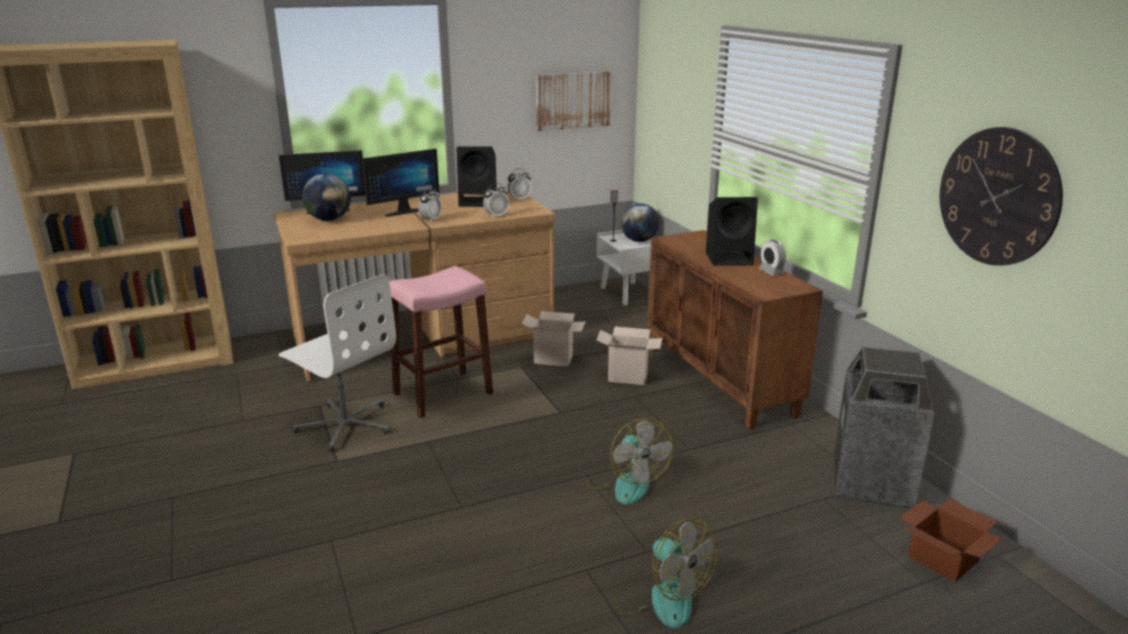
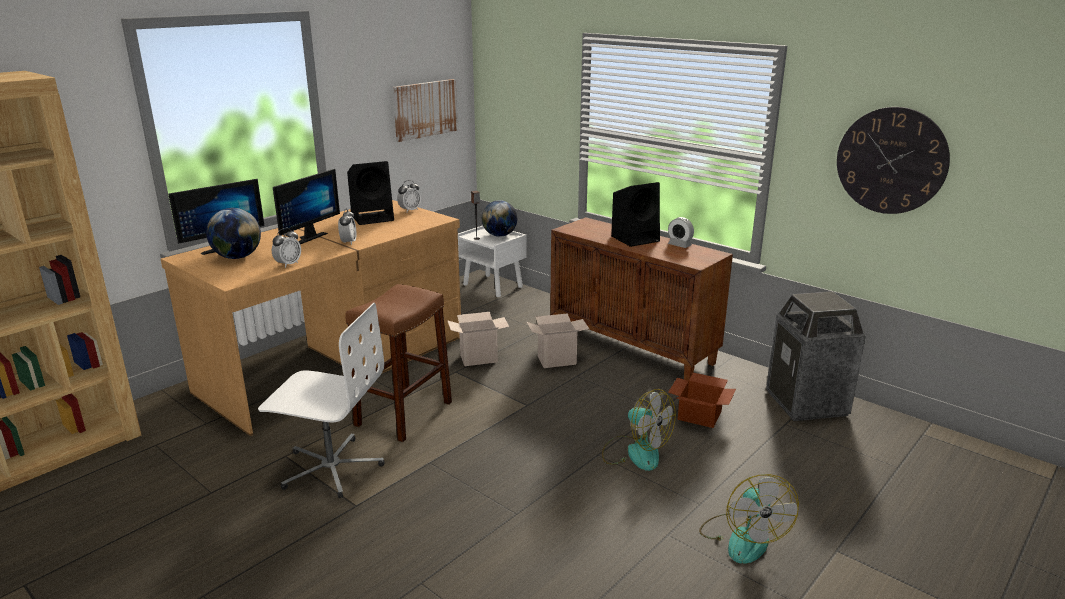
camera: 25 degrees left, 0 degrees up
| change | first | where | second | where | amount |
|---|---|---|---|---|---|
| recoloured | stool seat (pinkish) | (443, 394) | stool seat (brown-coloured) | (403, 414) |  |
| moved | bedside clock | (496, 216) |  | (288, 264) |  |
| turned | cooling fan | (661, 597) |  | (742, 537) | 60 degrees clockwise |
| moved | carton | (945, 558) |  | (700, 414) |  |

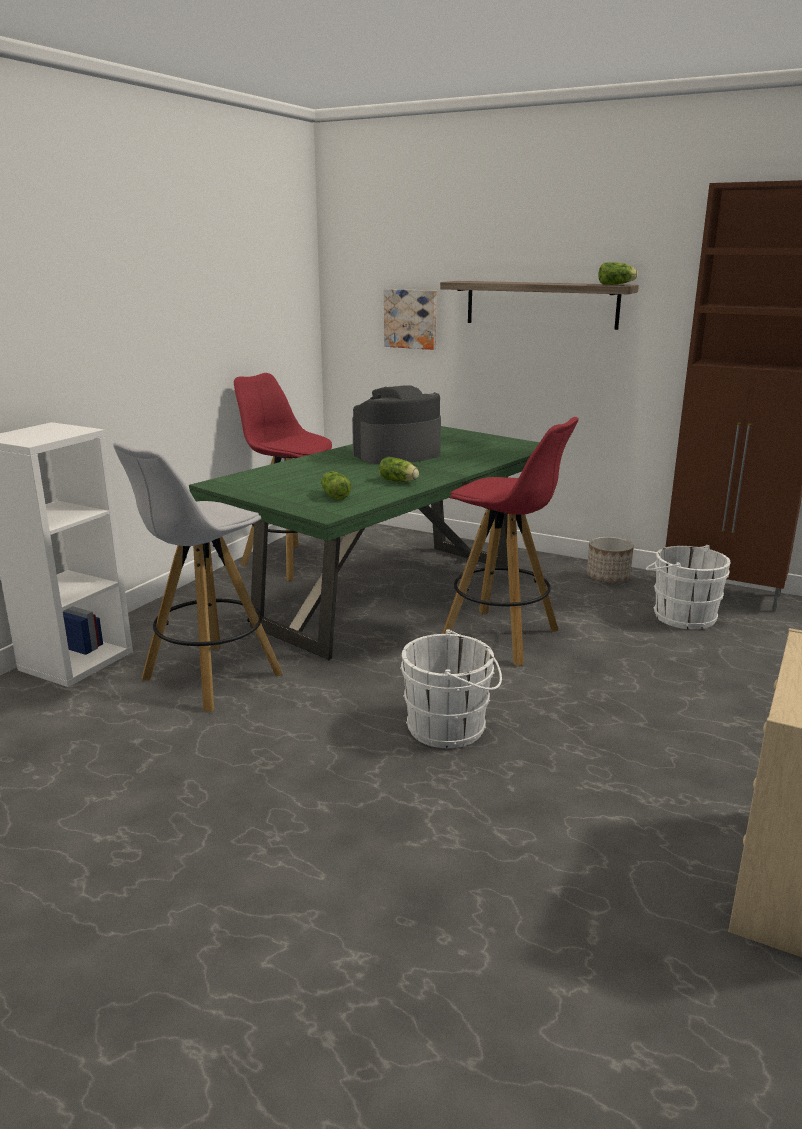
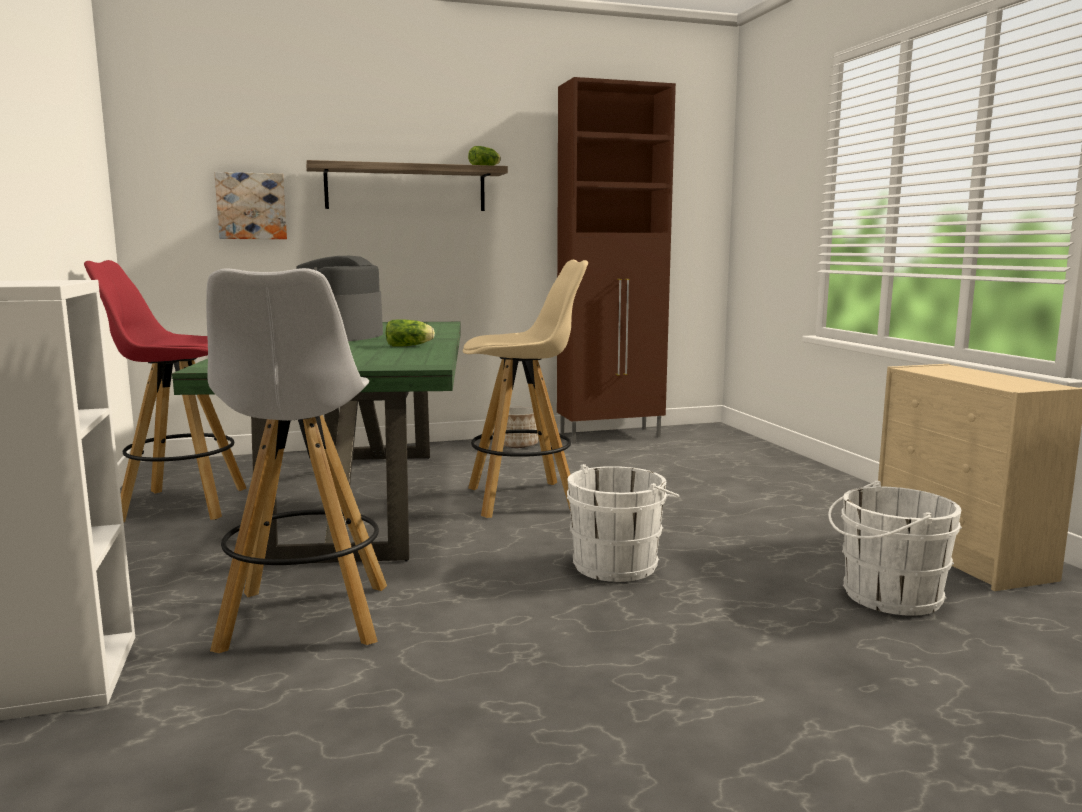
camera: 45 degrees left, 10 degrees down
| change | first | where | second | where | amount |
|---|---|---|---|---|---|
| removed | lettuce | (334, 495) |  |  |  |
| recoloured | stool seat (red-coloured) | (502, 638) | stool seat (beige-coloured) | (524, 499) |  |
| moved | water bucket (white-coloured) | (680, 616) |  | (885, 596) |  |

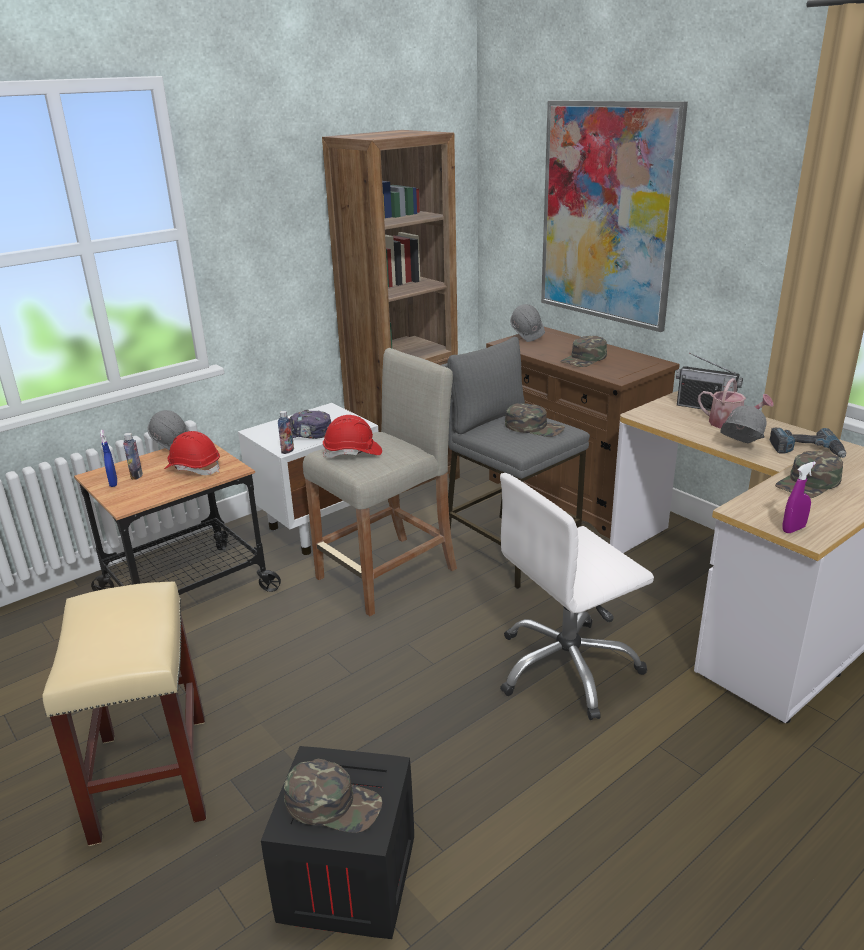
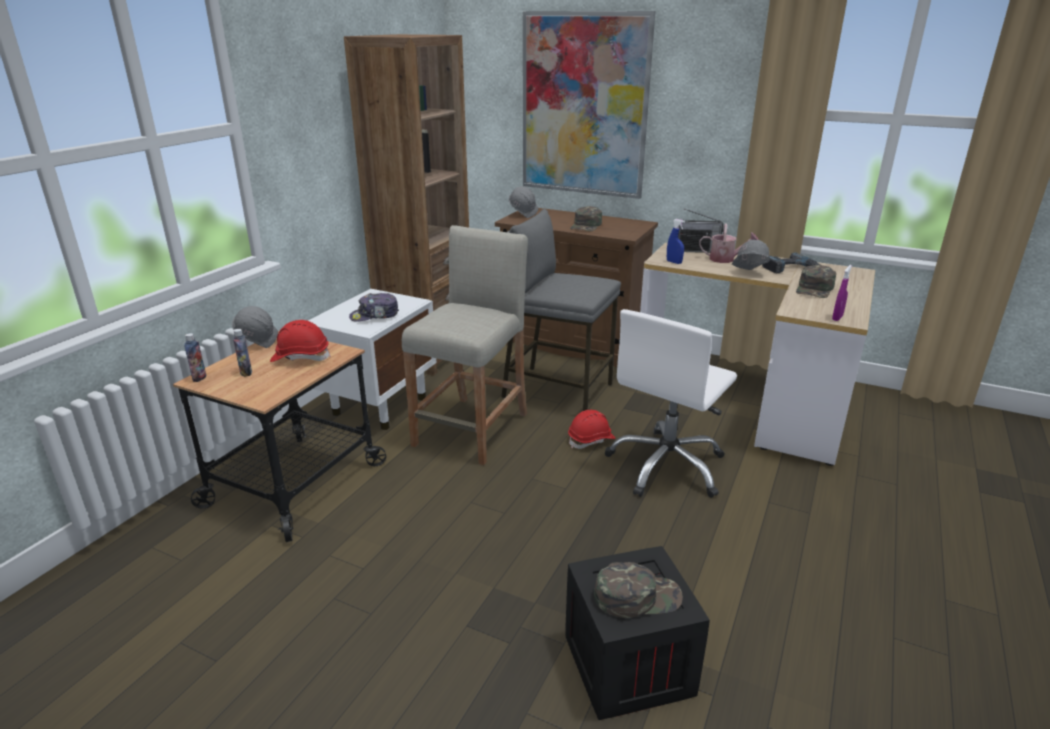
camera: 25 degrees left, 0 degrees up
| change | first | where | second | where | amount |
|---|---|---|---|---|---|
| removed | stool seat (beige-coloured) | (150, 775) |  |  |  |
| moved | hand sprayer (bluish) | (113, 483) |  | (674, 262) |  |
| moved | drink bottle | (287, 451) |  | (199, 378) |  |
| moved | work helmet (red-coloured) | (353, 453) |  | (591, 440) |  |
| removed | cap (greenish) | (534, 427) |  |  |  |

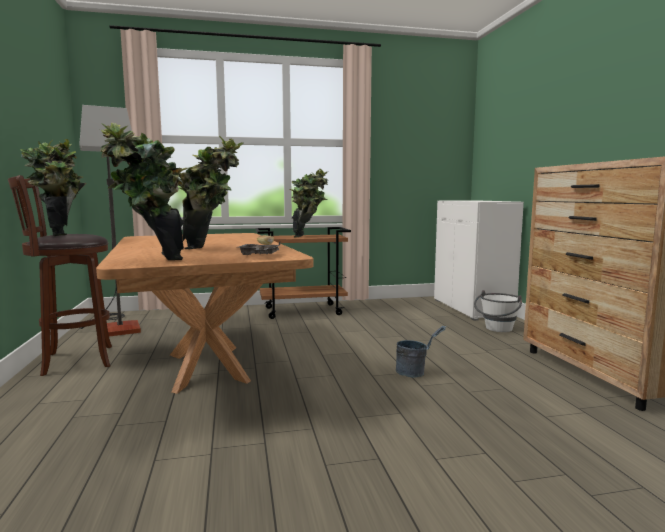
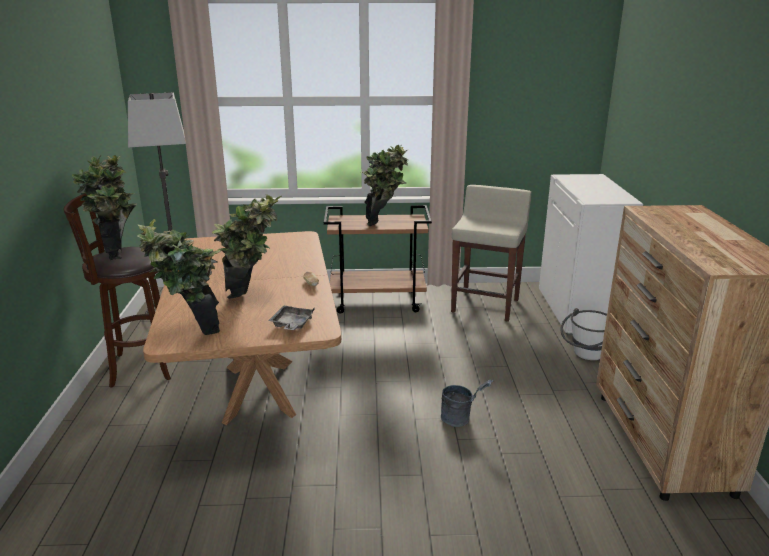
camera: 10 degrees right, 15 degrees up
| change | first | where | second | where | amount |
|---|---|---|---|---|---|
| added |  |  | stool seat (beige-coloured) | (486, 305) |  |

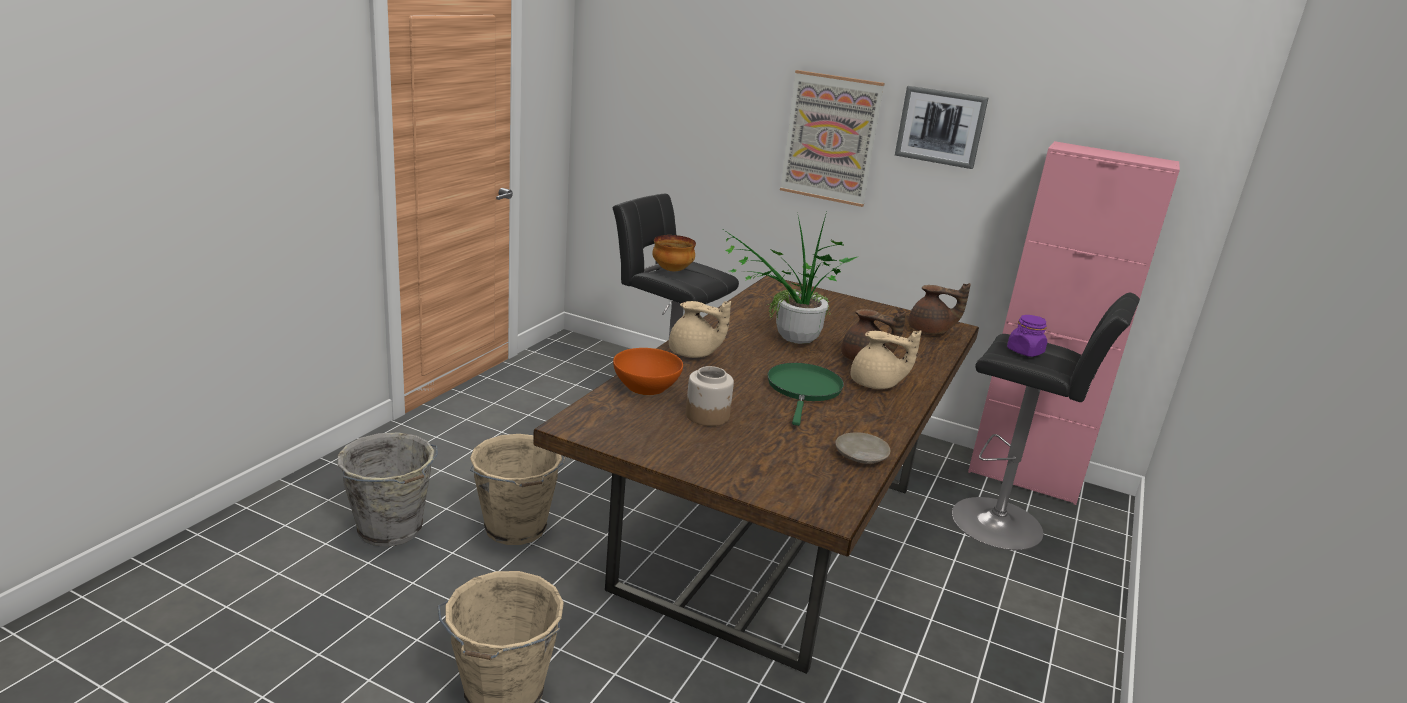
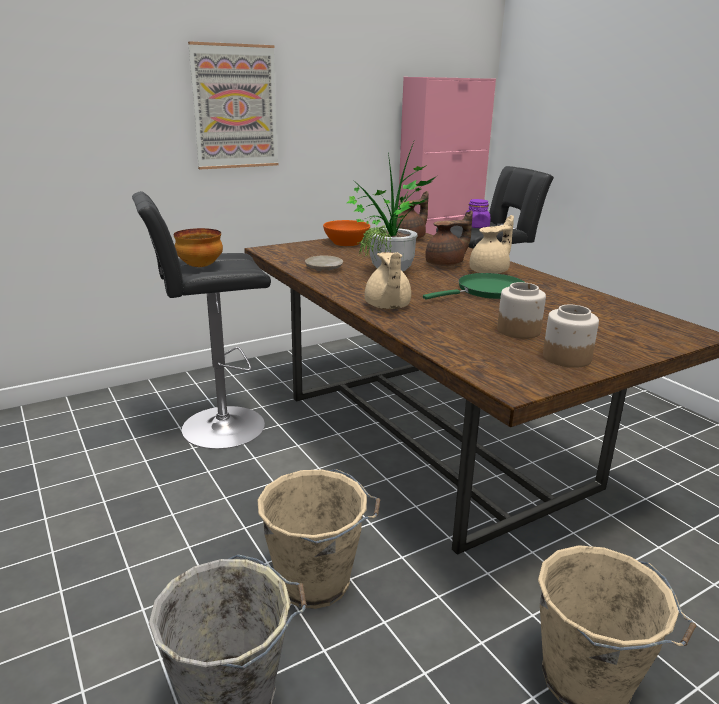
camera: 55 degrees left, 0 degrees up
| change | first | where | second | where | amount |
|---|---|---|---|---|---|
| moved | deep dish (orange) | (646, 386) |  | (346, 243) |  |
| turned | tea pot (beige-coloured) | (693, 354) |  | (387, 306) | 120 degrees clockwise |
| turned | frying pan (greenish) | (803, 390) |  | (487, 291) | 105 degrees clockwise |
| moved | plate (beige-coloured) | (860, 456) |  | (324, 269) |  |
| removed | picture | (940, 127) |  |  |  |
| added |  |  | storage jar | (566, 358) |  |

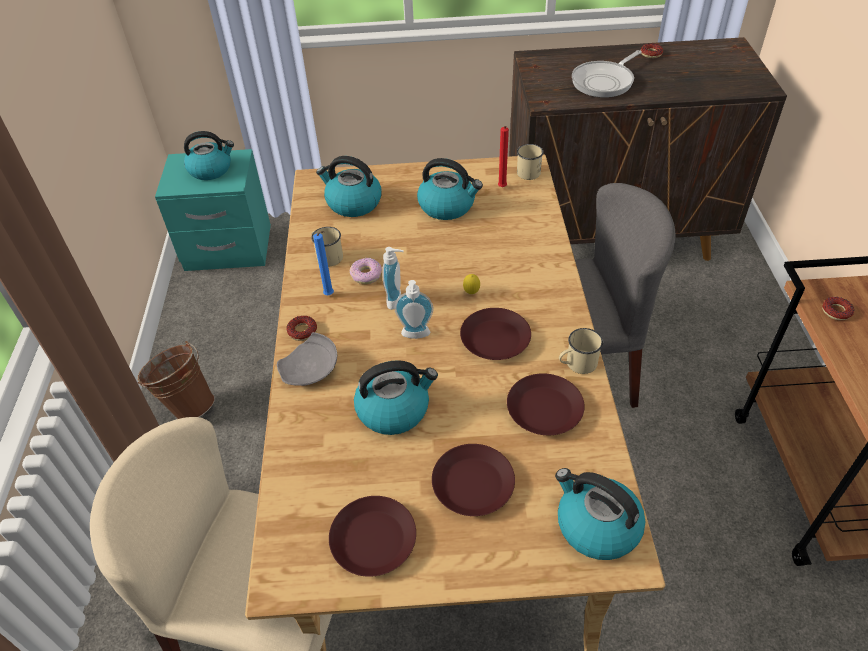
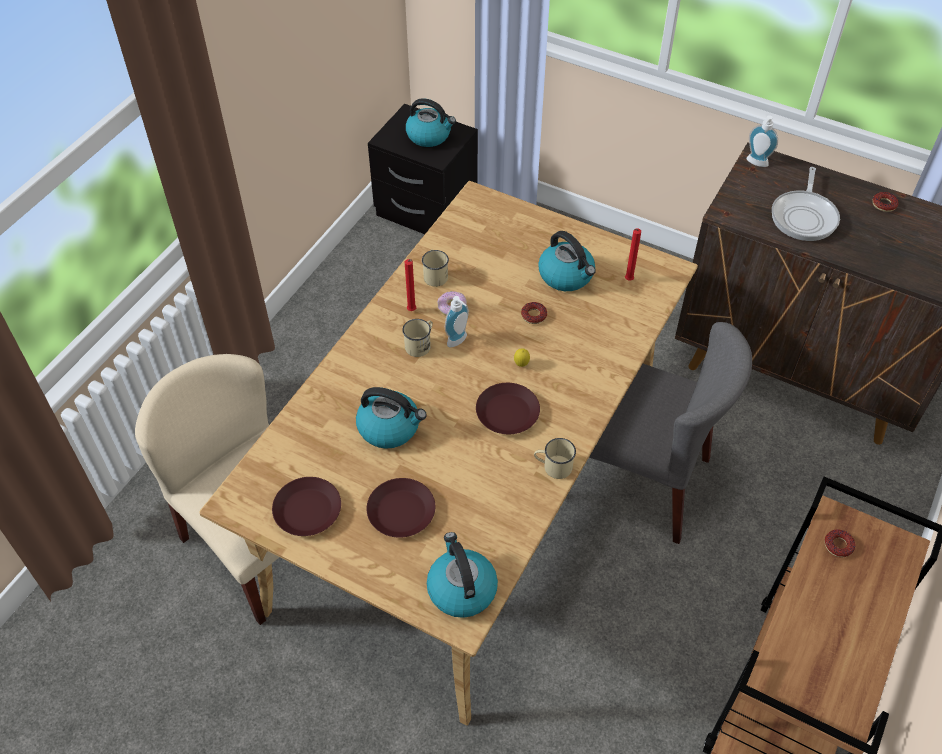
camera: 30 degrees right, 5 degrees up
| change | first | where | second | where | amount |
|---|---|---|---|---|---|
| removed | water bucket (brown-coloured) | (187, 405) |  |  |  |
| recoloured | night table (turquoise-coloured) | (228, 249) | night table (black) | (425, 211) |  |
| removed | plate (gray) | (311, 370) |  |  |  |
| moved | doughnut | (302, 331) |  | (533, 315) |  |
| recoloured | candle (bluish) | (330, 295) | candle (red-coloured) | (412, 311) |  |
| removed | tea kettle | (353, 203) |  |  |  |
| moved | soap dispenser | (415, 336) |  | (756, 163) |  |
| removed | plate (brown-coloured) | (543, 409) |  |  |  |
| moved | mug (beige-coloured) | (528, 170) |  | (420, 344) |  |
| turned | frying pan | (604, 82) |  | (804, 216) | 60 degrees counterclockwise |

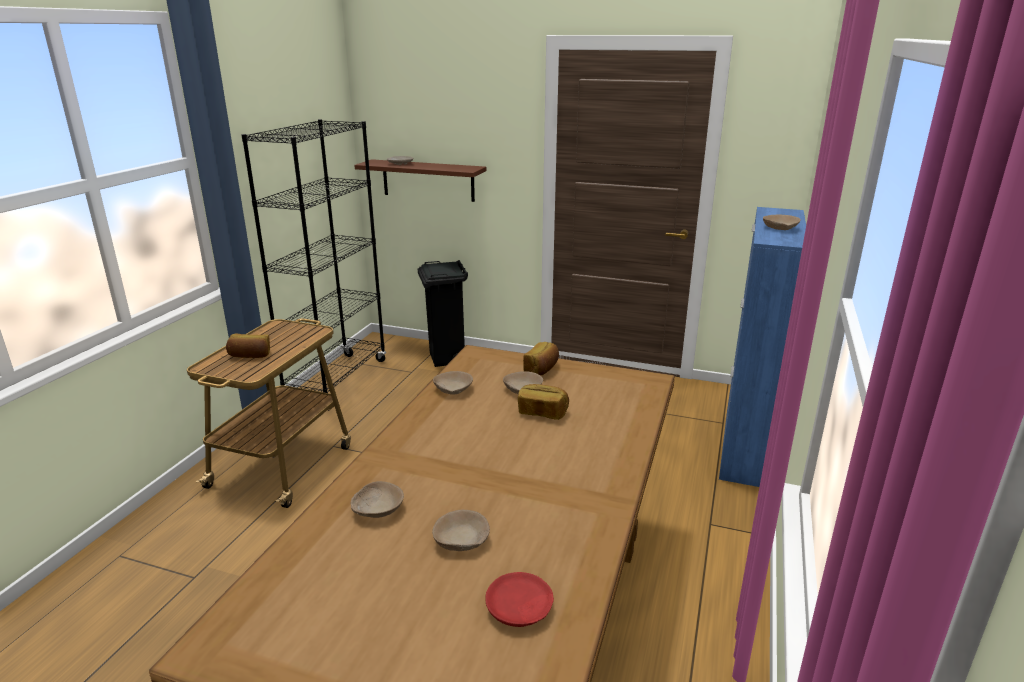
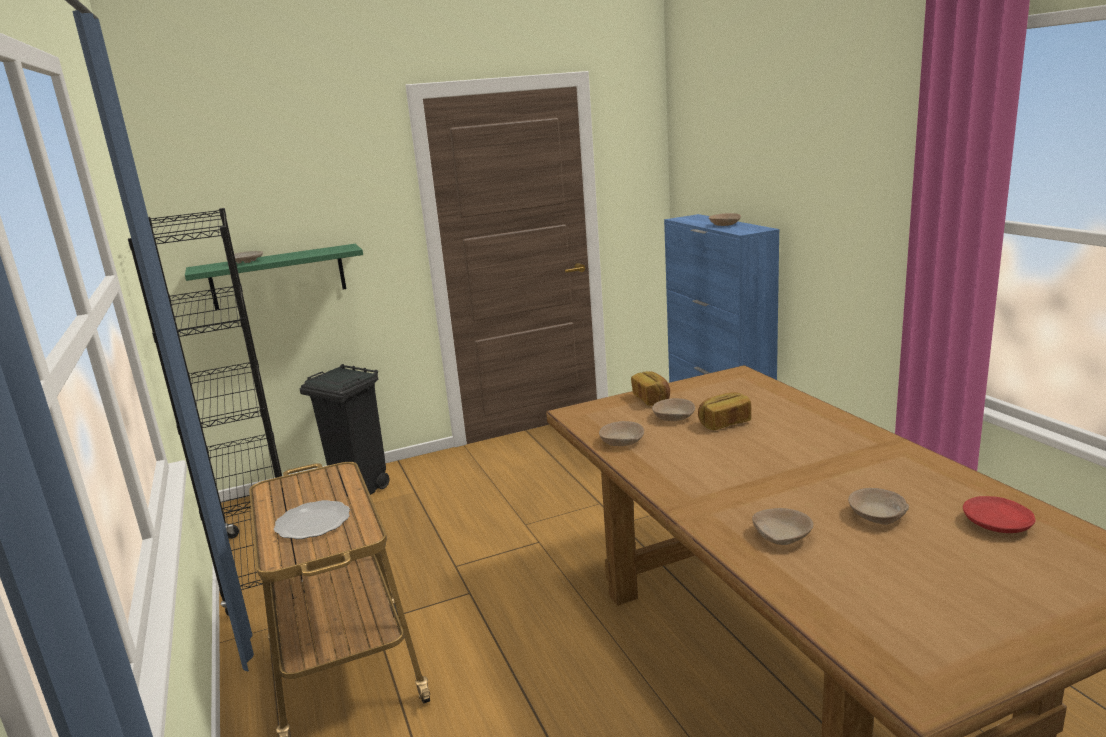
camera: 40 degrees left, 5 degrees down
| change | first | where | second | where | amount |
|---|---|---|---|---|---|
| replaced | bakery bread | (250, 355) | plate | (312, 523) |  |
| recoloured | shelf (brown-coloured) | (428, 180) | shelf (greenish) | (278, 277) |  |

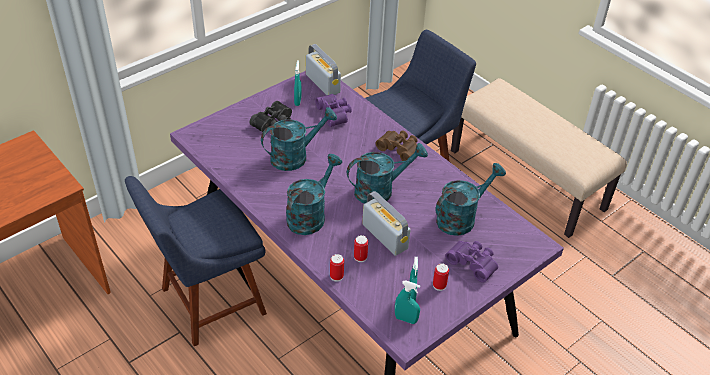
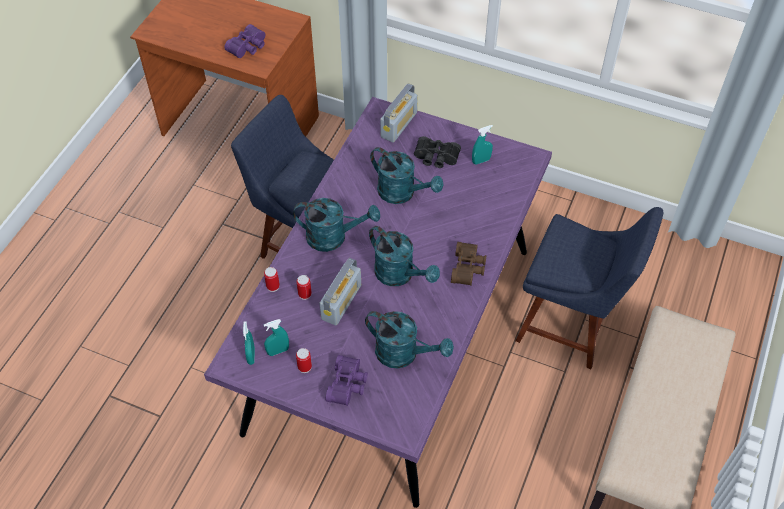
camera: 65 degrees right, 10 degrees up
| change | first | where | second | where | amount |
|---|---|---|---|---|---|
| moved | radio | (322, 83) |  | (399, 125) |  |
| moved | pair of binoculars (purple) | (335, 114) |  | (248, 47) |  |

